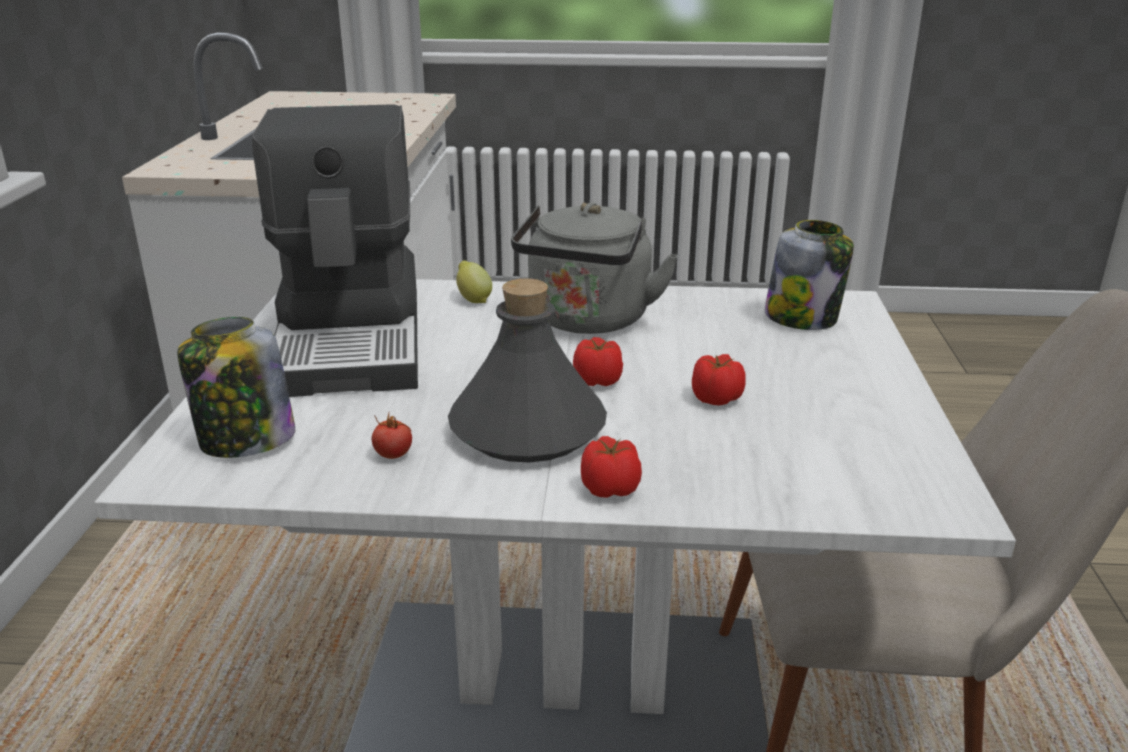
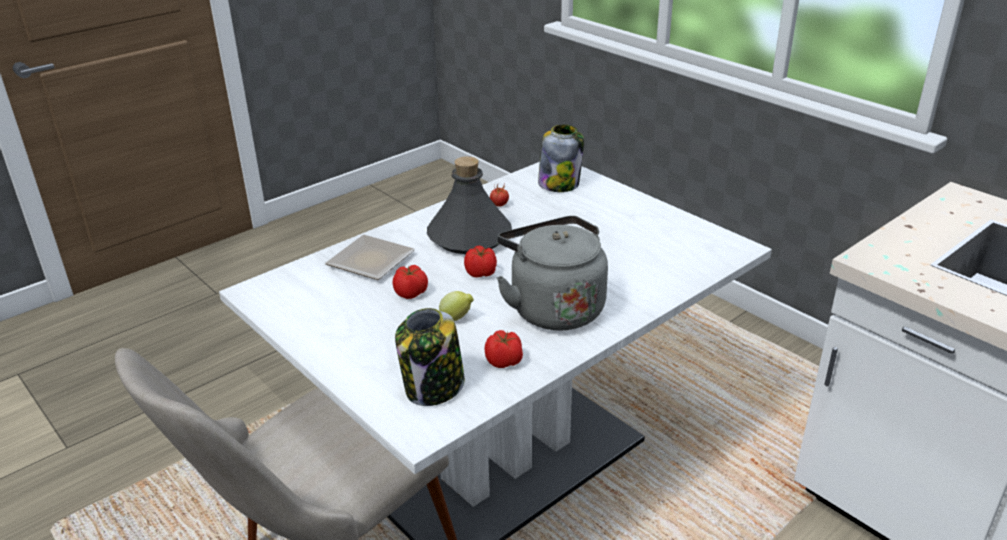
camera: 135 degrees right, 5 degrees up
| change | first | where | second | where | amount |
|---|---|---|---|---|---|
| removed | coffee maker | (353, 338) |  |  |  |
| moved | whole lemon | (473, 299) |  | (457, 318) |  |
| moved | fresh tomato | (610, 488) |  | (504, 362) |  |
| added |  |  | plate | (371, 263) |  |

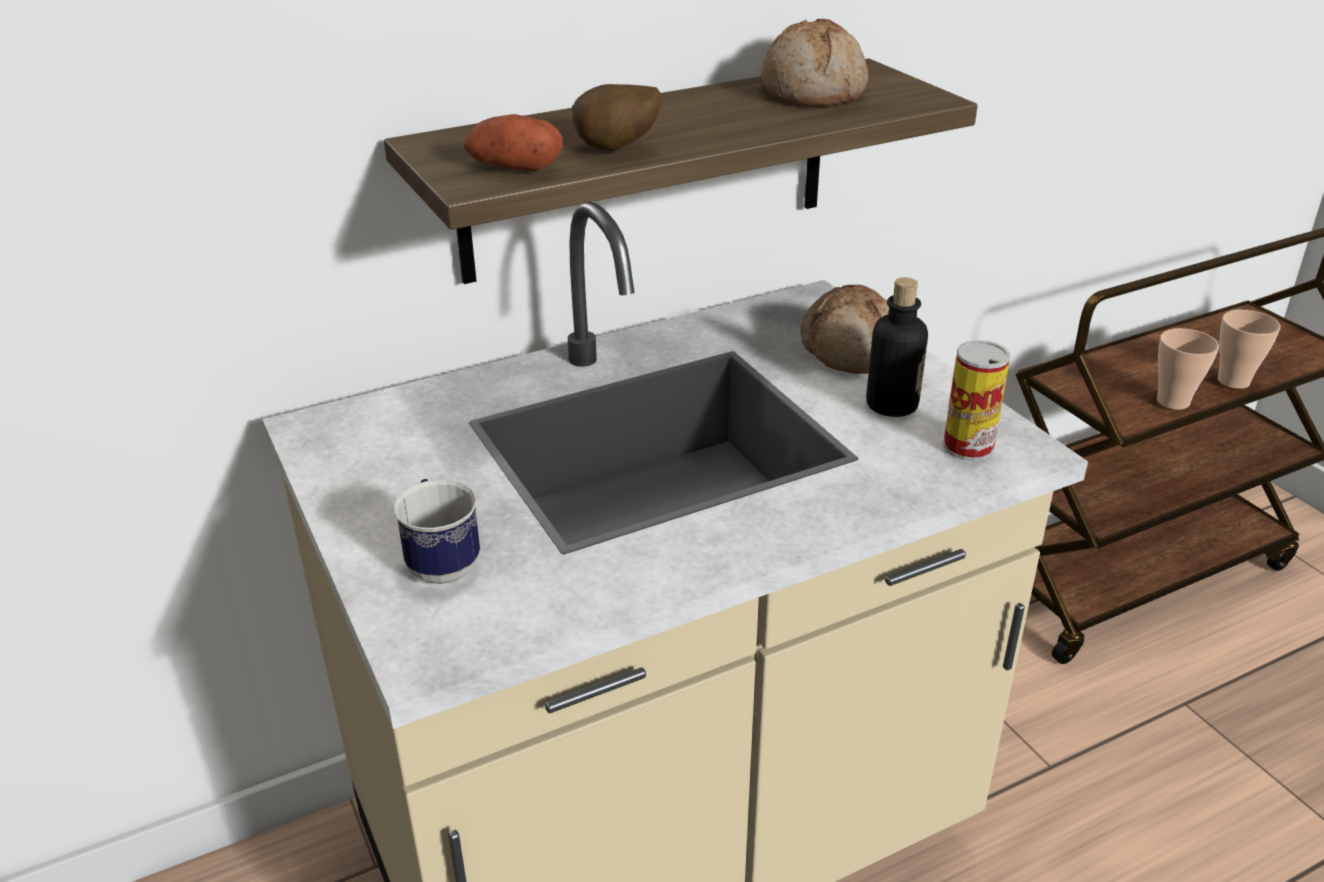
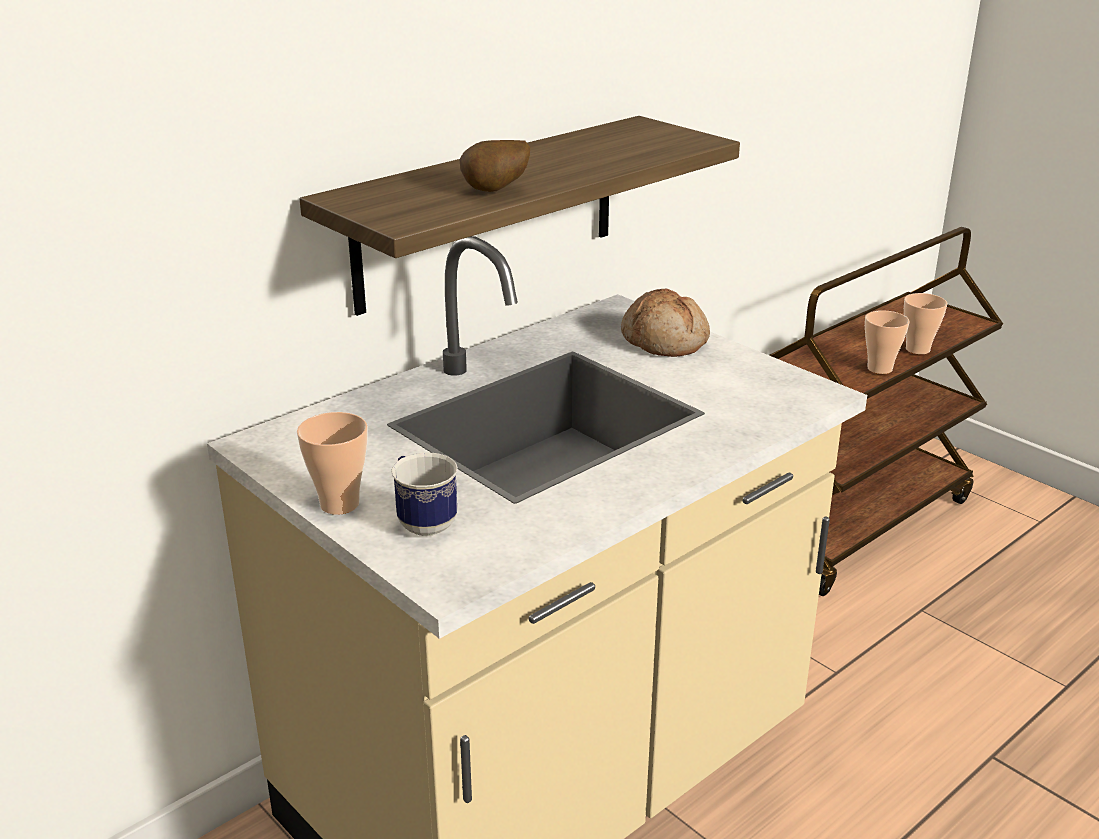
camera: 15 degrees left, 5 degrees down
| change | first | where | second | where | amount |
|---|---|---|---|---|---|
| removed | spud | (514, 168) |  |  |  |
| removed | bakery bread | (813, 91) |  |  |  |
| removed | drink bottle | (892, 405) |  |  |  |
| removed | sealed can | (968, 446) |  |  |  |
| added |  |  | cup | (339, 504) |  |

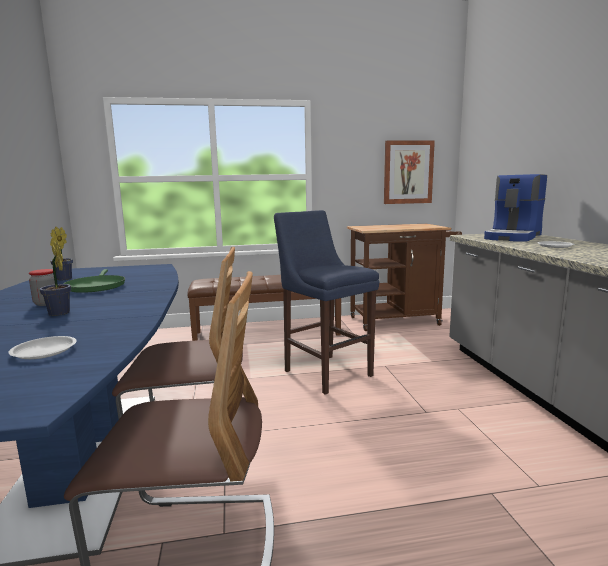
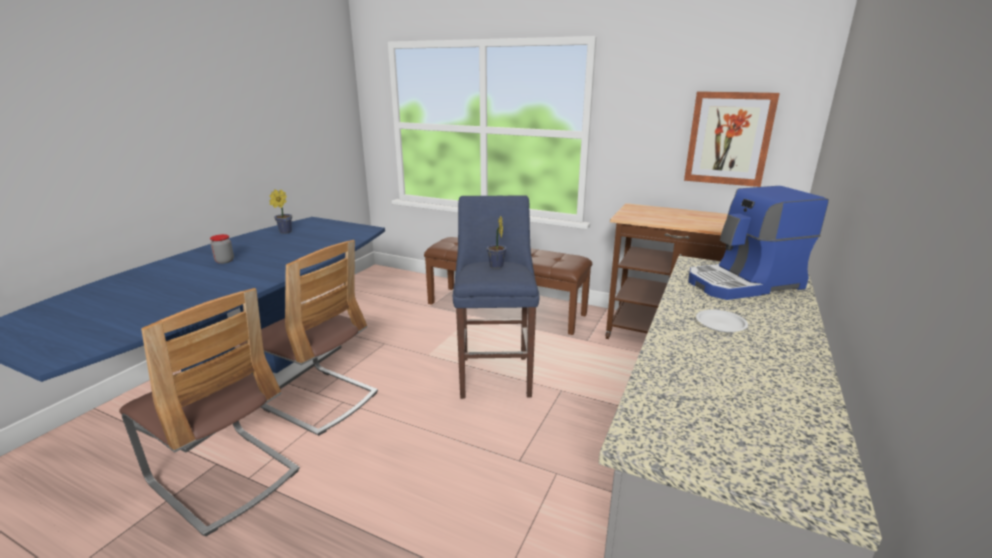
camera: 35 degrees right, 10 degrees up
| change | first | where | second | where | amount |
|---|---|---|---|---|---|
| removed | plate (white-coloured) | (44, 351) |  |  |  |
| moved | plant in a pot | (60, 314) |  | (496, 266) |  |
| removed | frying pan (greenish) | (96, 286) |  |  |  |

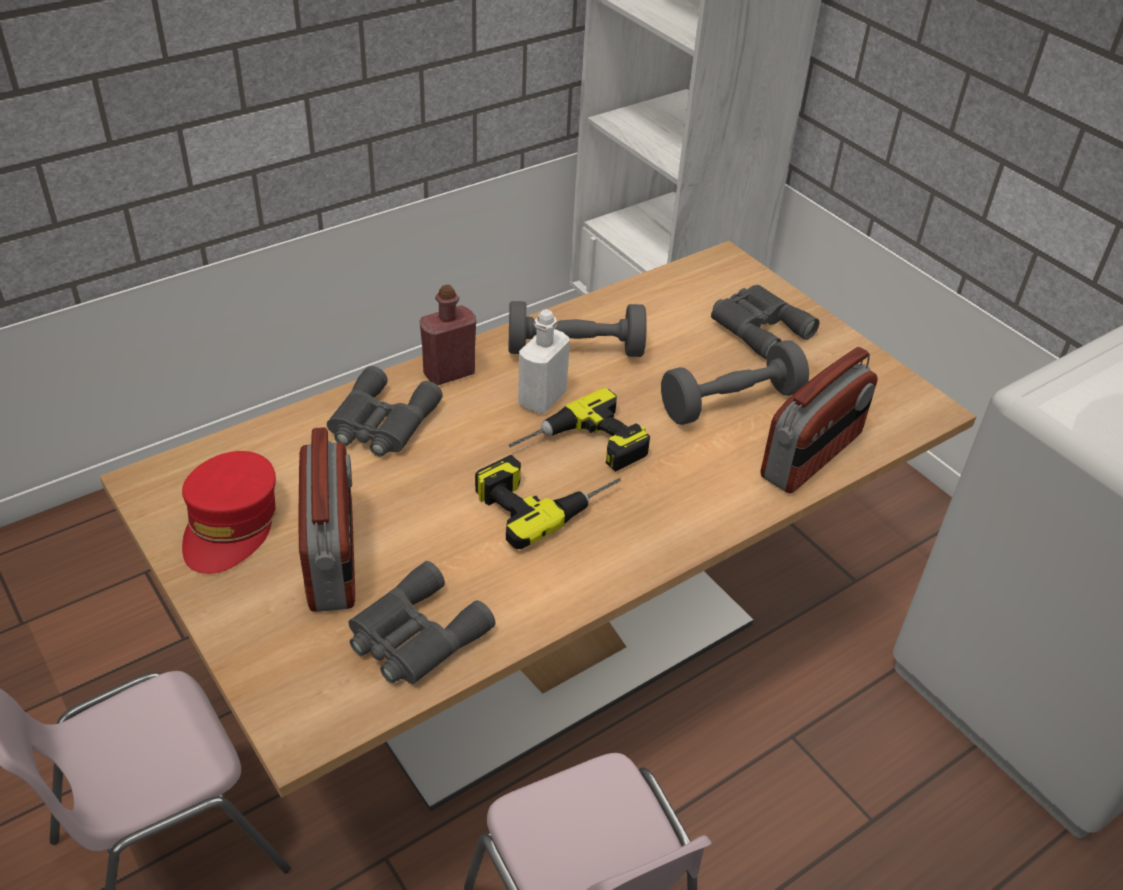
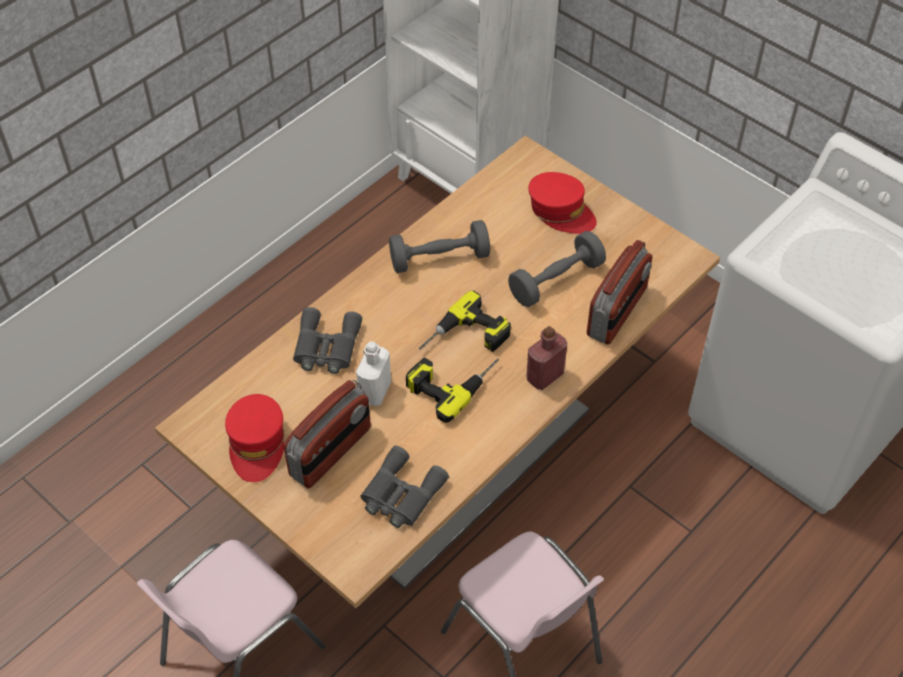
camera: 10 degrees left, 10 degrees up
| change | first | where | second | where | amount |
|---|---|---|---|---|---|
| turned | radio | (333, 556) |  | (331, 452) | 60 degrees clockwise |
| moved | drink bottle (red-coloured) | (449, 373) |  | (544, 376) |  |
| moved | drink bottle (white-coloured) | (542, 398) |  | (375, 391) |  |
| replaced | pair of binoculars (gray) | (757, 326) | cap (red-coloured) | (561, 211) |  |

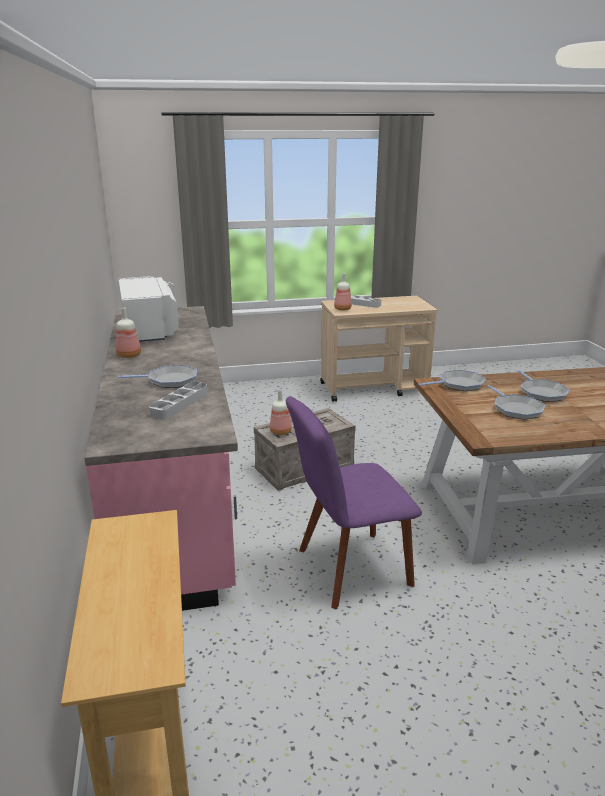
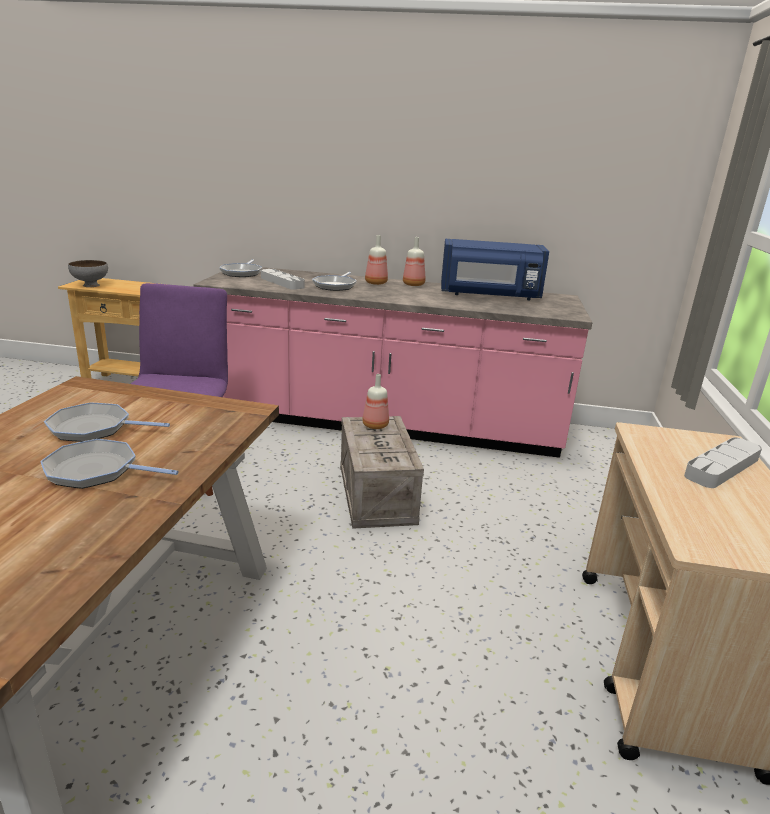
camera: 110 degrees right, 0 degrees up
| change | first | where | second | where | amount |
|---|---|---|---|---|---|
| recoloured | kitchen microwave (white-coloured) | (150, 330) | kitchen microwave (bluish) | (489, 295) |  |
| moved | drink bottle | (342, 309) |  | (375, 283) |  |
| moved | frying pan | (458, 384) |  | (242, 273) |  |
| added |  |  | deep dish (gray) | (90, 285) |  |

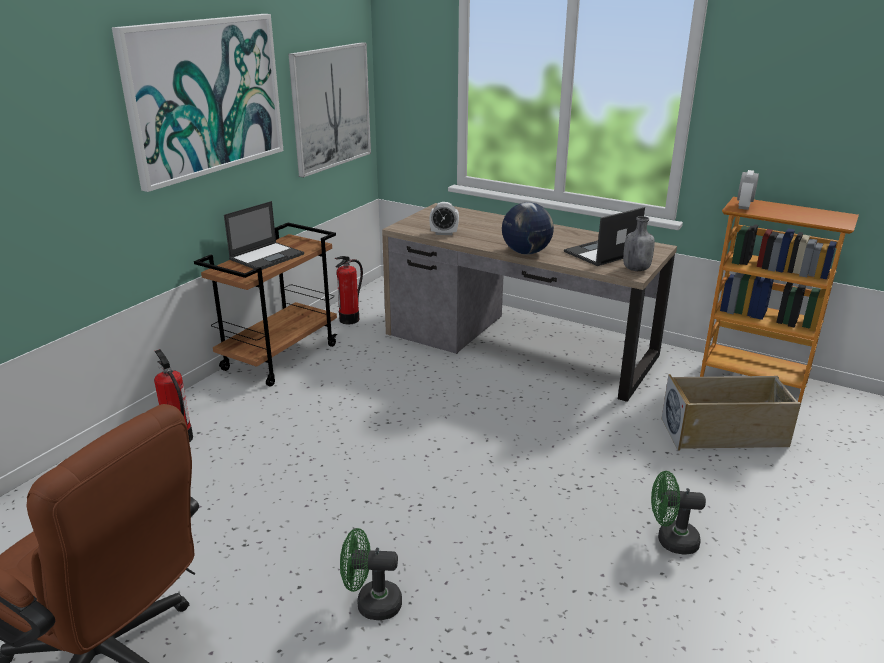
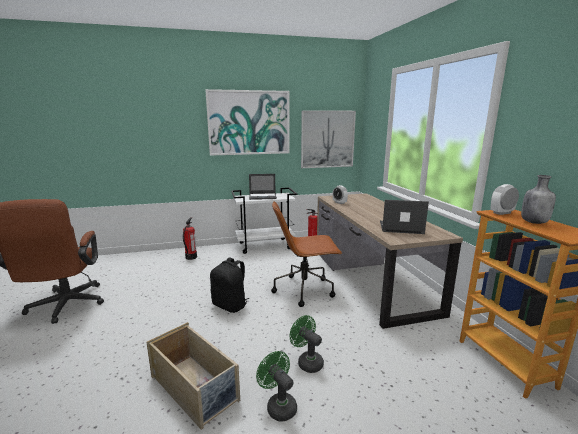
camera: 45 degrees right, 10 degrees down
| change | first | where | second | where | amount |
|---|---|---|---|---|---|
| recoloured | cart (brown-coloured) | (280, 356) | cart (white-coloured) | (265, 246) |  |
| moved | cooling fan (greenish) | (371, 603) |  | (307, 362) |  |
| removed | desk globe | (526, 252) |  |  |  |
| moved | drink bottle (gray) | (636, 269) |  | (534, 222) |  |
| moved | storage bin (beige-coloured) | (724, 433) |  | (195, 388) |  |
| added |  |  | knapsack (black) | (230, 305) |  |
| added |  |  | computer chair (brown-coloured) | (305, 289) |  |

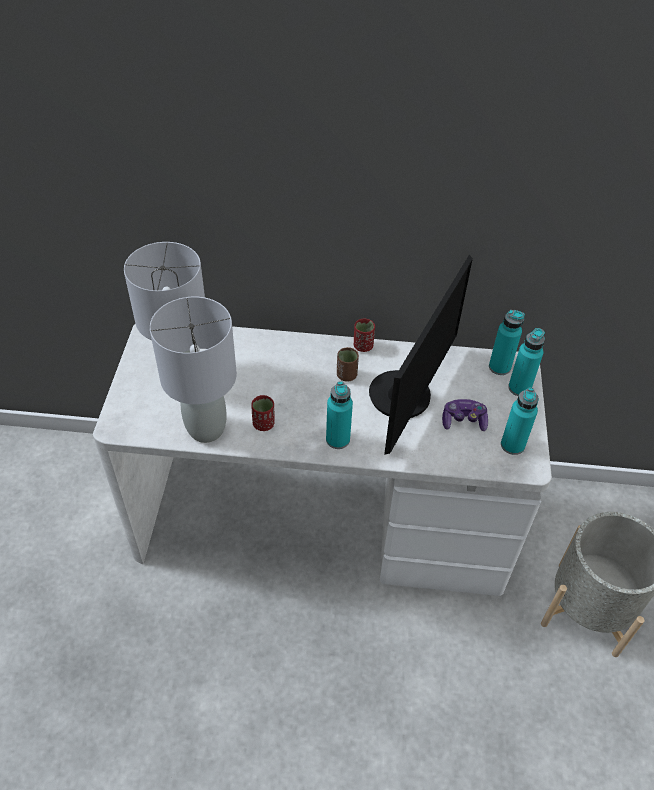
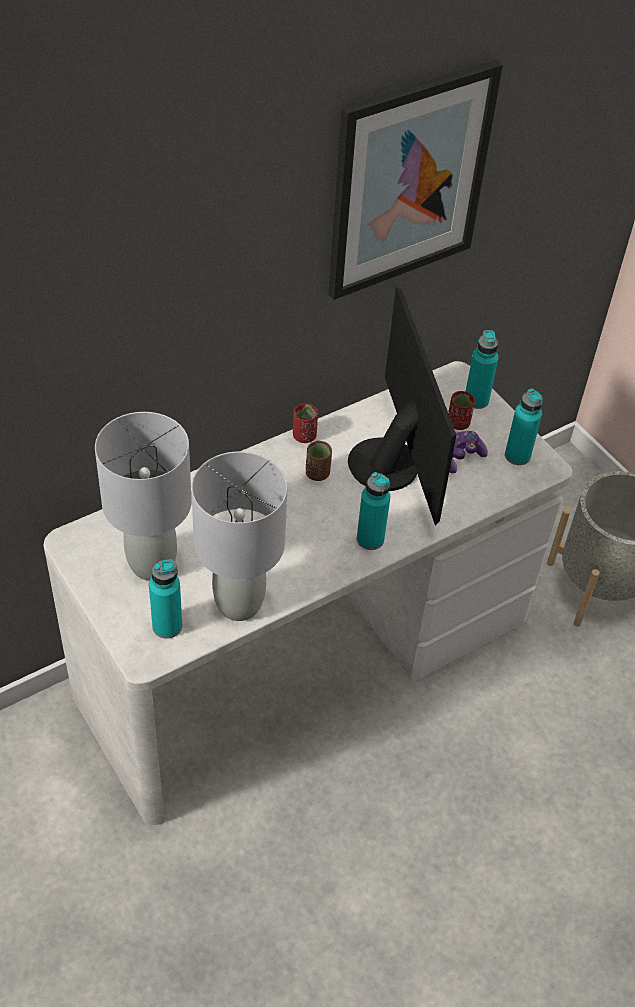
camera: 40 degrees left, 0 degrees up
| change | first | where | second | where | amount |
|---|---|---|---|---|---|
| moved | cup (red-coloured) | (263, 424) |  | (458, 423) |  |
| moved | drink bottle (turquoise-coloured) | (499, 367) |  | (167, 626) |  |
| added |  |  | picture | (408, 181) |  |

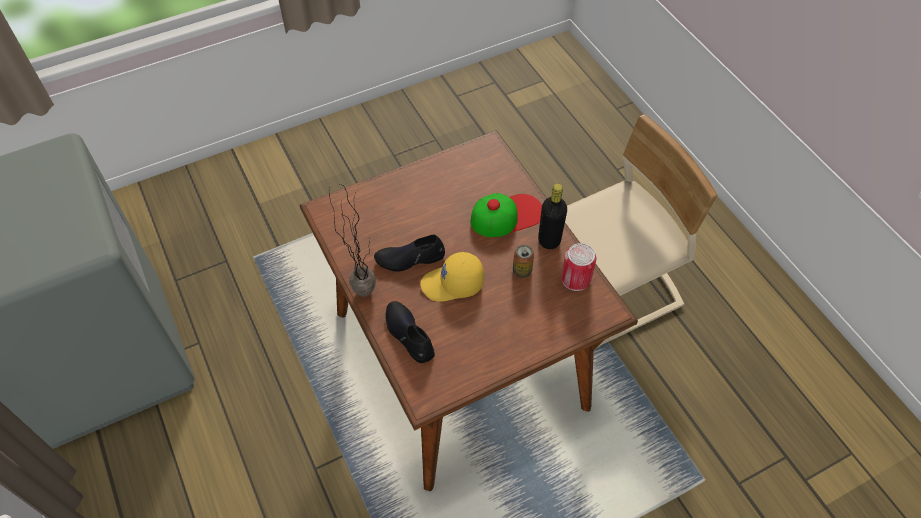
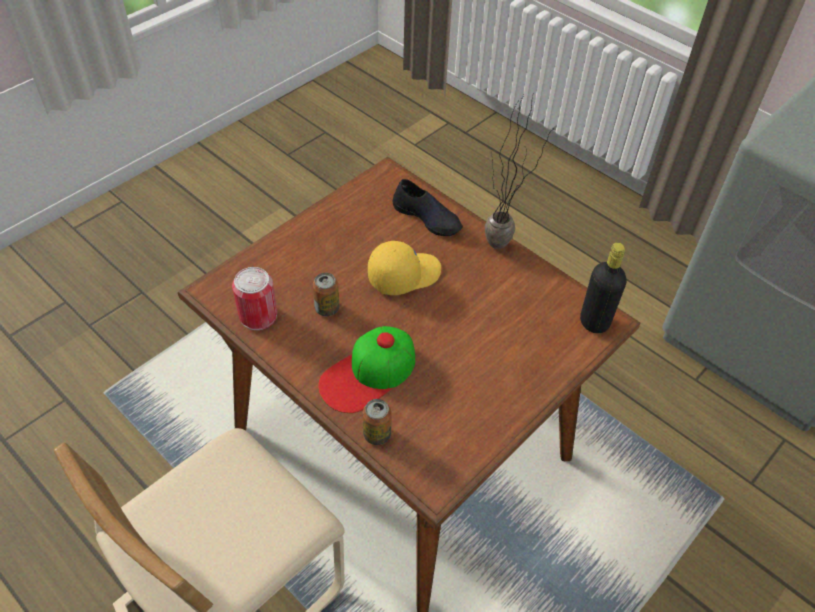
camera: 160 degrees right, 5 degrees down
| change | first | where | second | where | amount |
|---|---|---|---|---|---|
| removed | low shoe (black) | (410, 258) |  |  |  |
| moved | drink bottle (black) | (549, 240) |  | (594, 322) |  |
| added |  |  | sealed can | (377, 434) |  |

